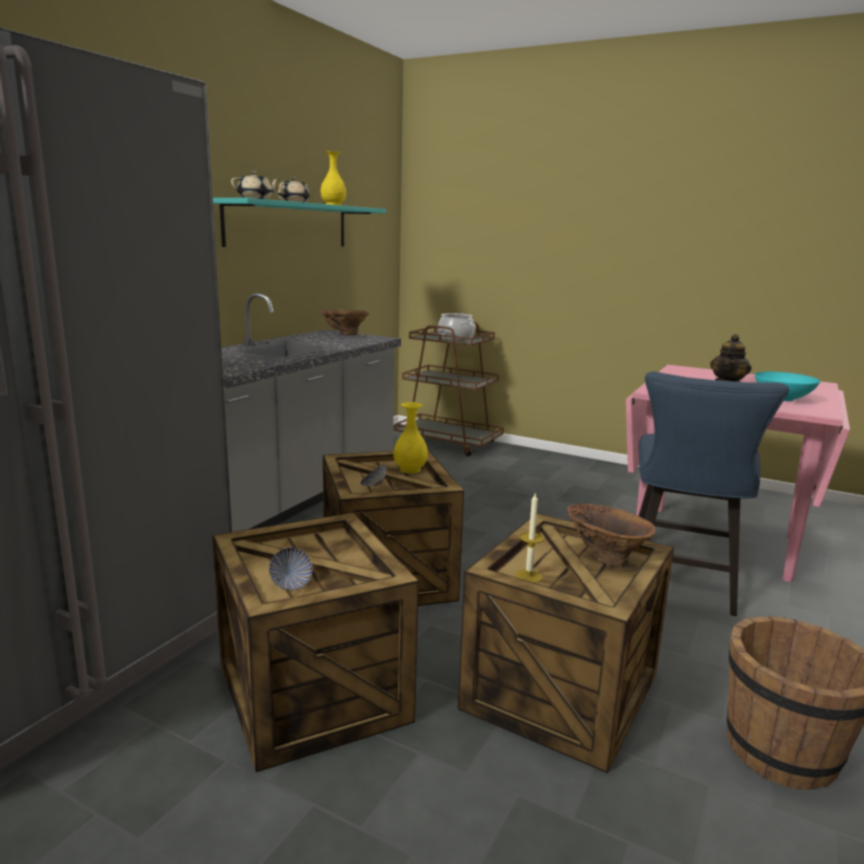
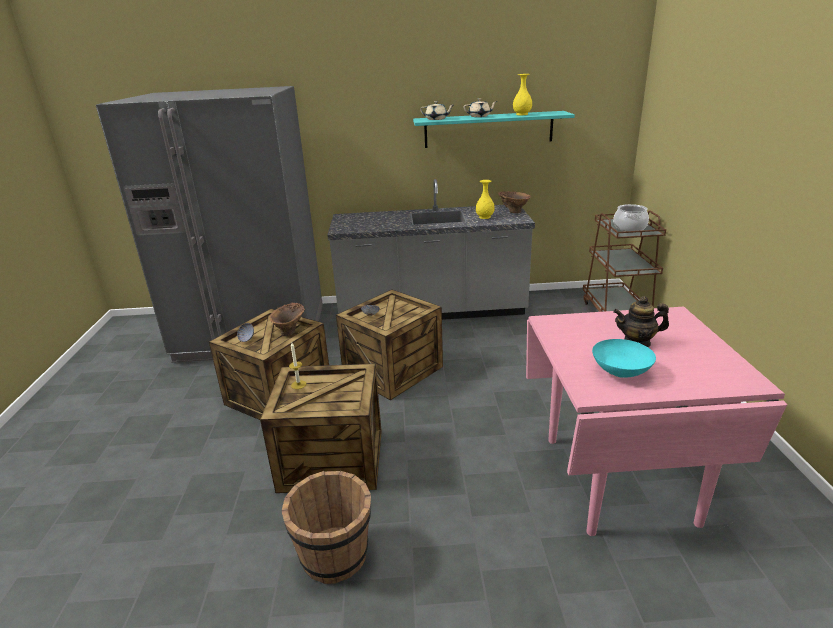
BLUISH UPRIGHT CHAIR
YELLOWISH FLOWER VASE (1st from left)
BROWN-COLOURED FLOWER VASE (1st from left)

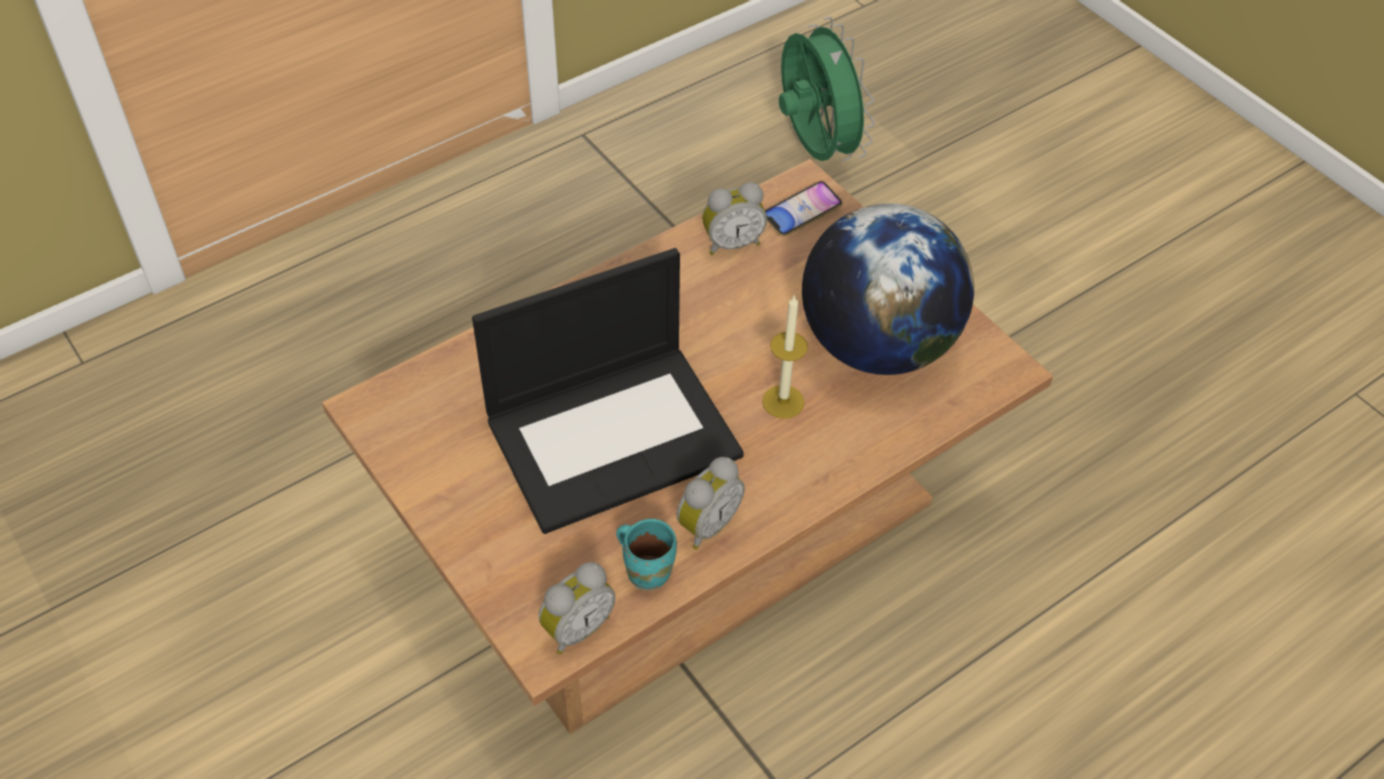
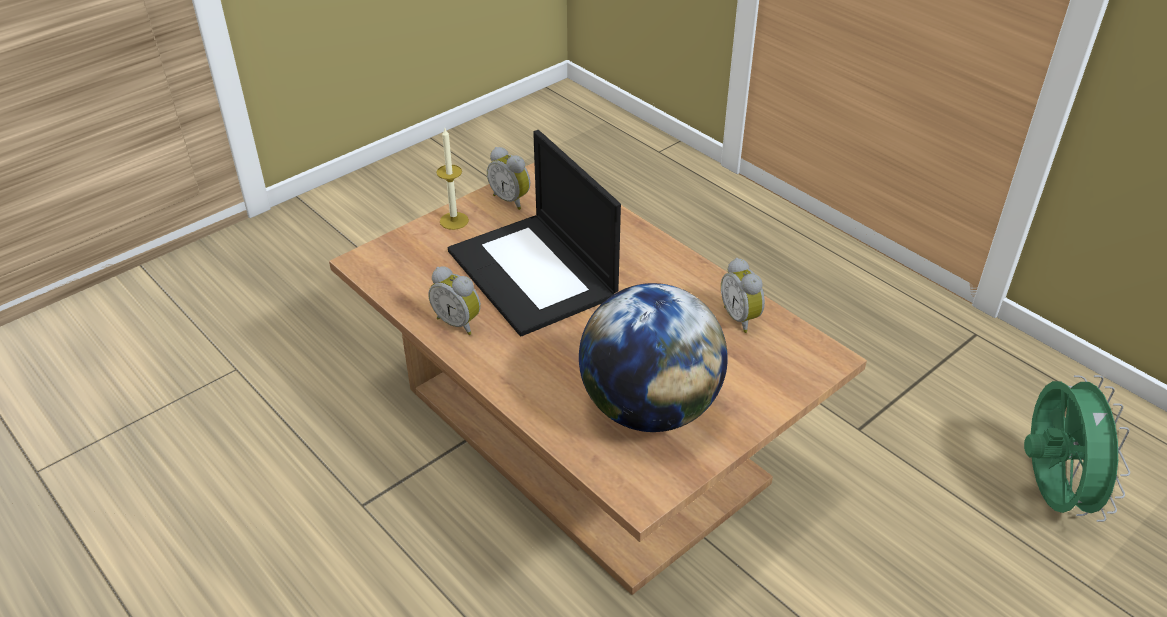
TURQUOISE-COLOURED MUG
TELEPHONE
BEDSIDE CLOCK (2nd from left)
WAX CANDLE
GREEN-COLOURED COOLING FAN

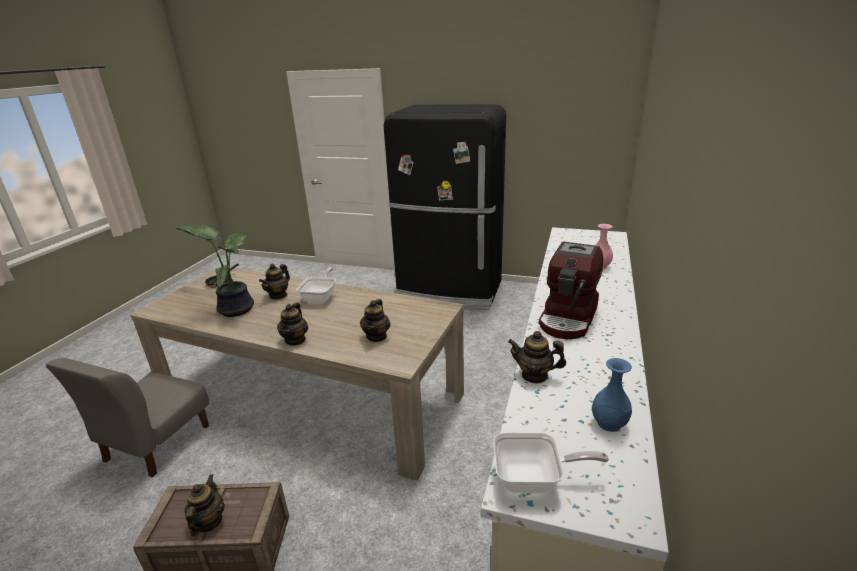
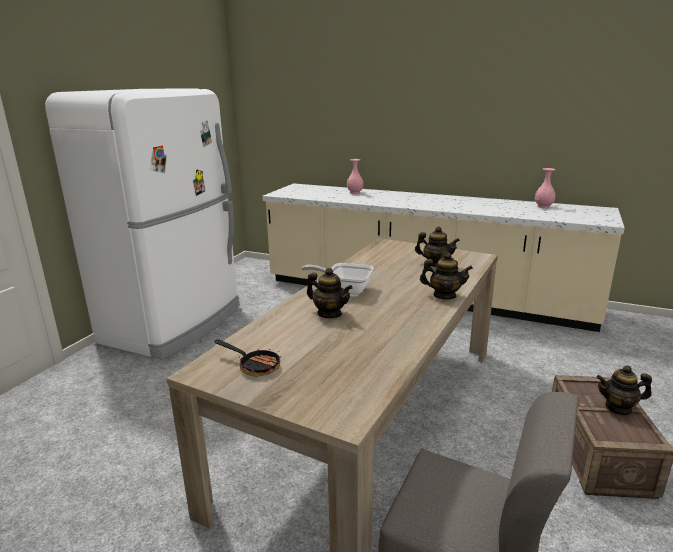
HOUSEPLANT
SKILLET (3rd from left in the first image)
TEAPOT (5th from left in the first image)
COFFEE MAKER
WHITE-COLOURED KITCHEN FRIDGE
PINKISH FLOWER VASE (2nd from left)

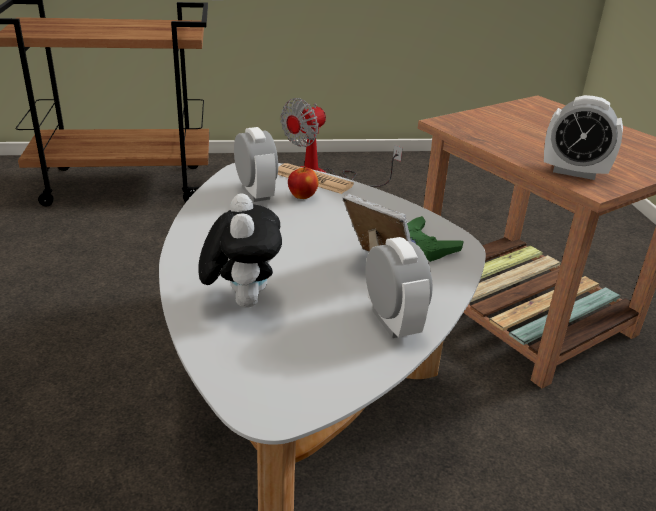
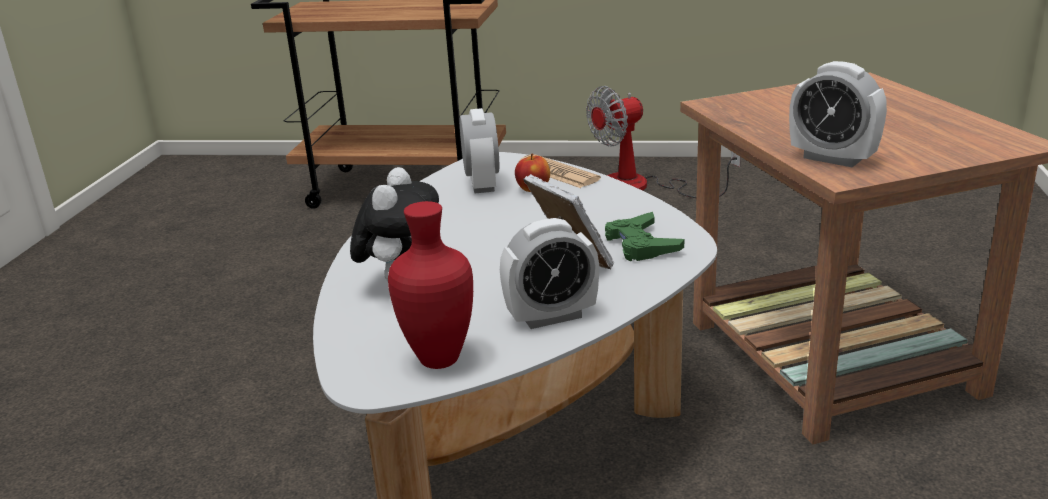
REDDISH FLOWER VASE
BEDSIDE CLOCK (2nd from left)

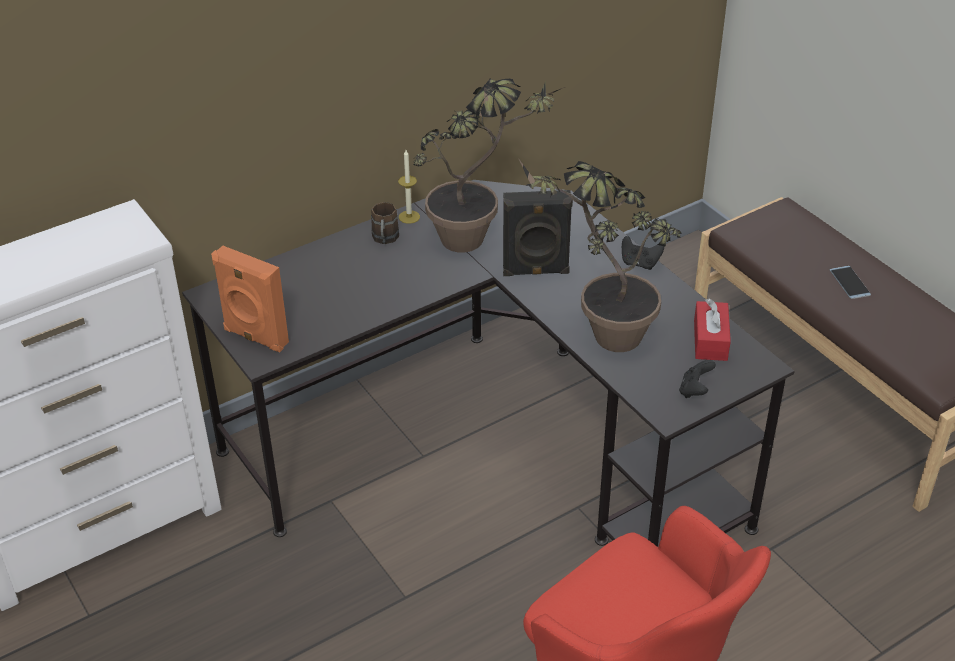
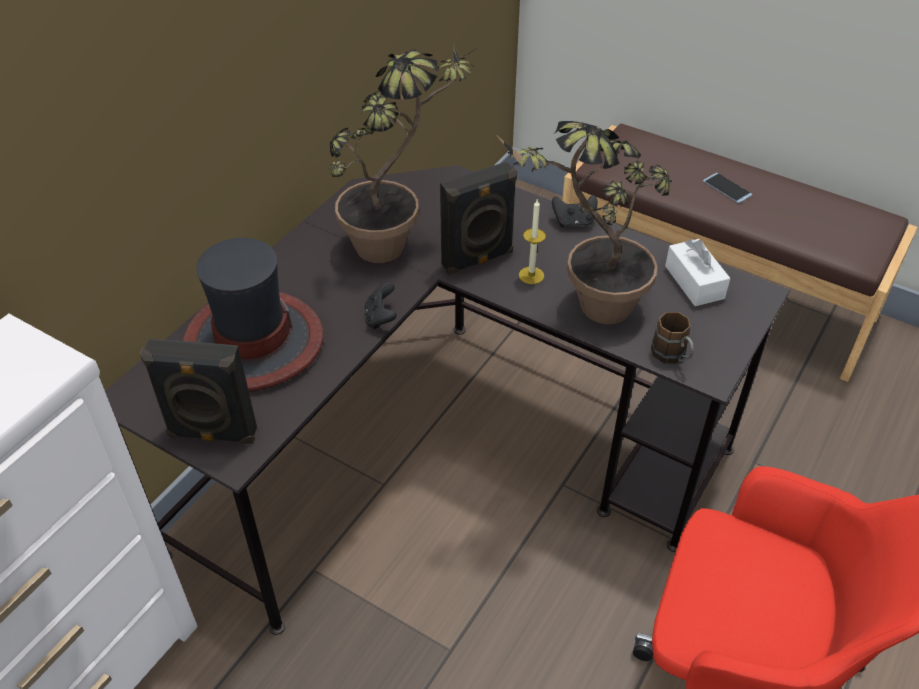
HAT
BROWN-COLOURED MUG
WAX CANDLE
BLACK JOYPAD (1st from left)
BLACK SPEAKER (1st from left)
WHITE-COLOURED BOX OF TISSUES

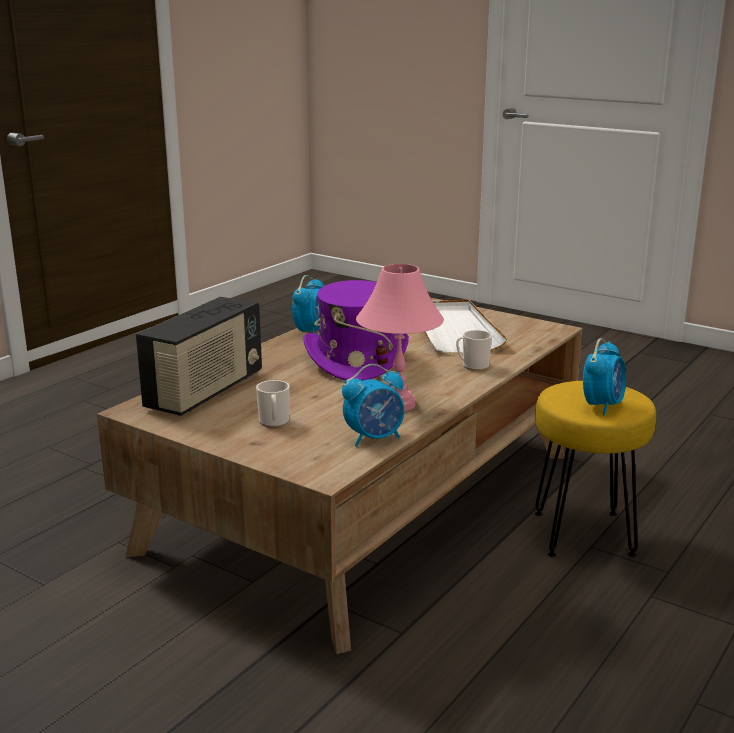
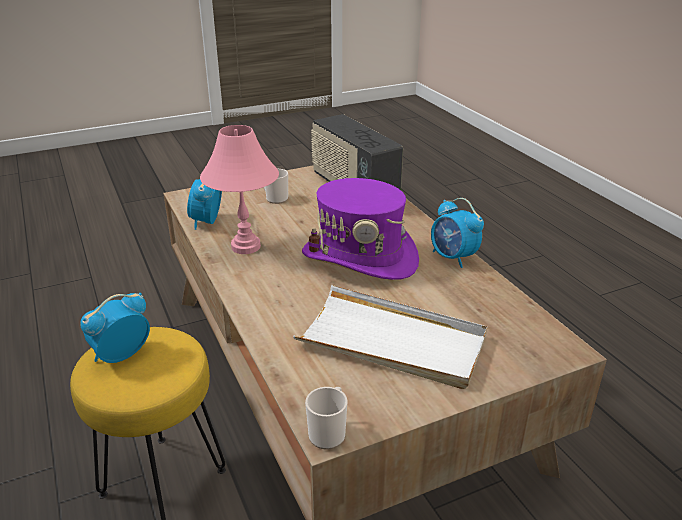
MUG (2nd from left)
BEDSIDE CLOCK (1st from left)

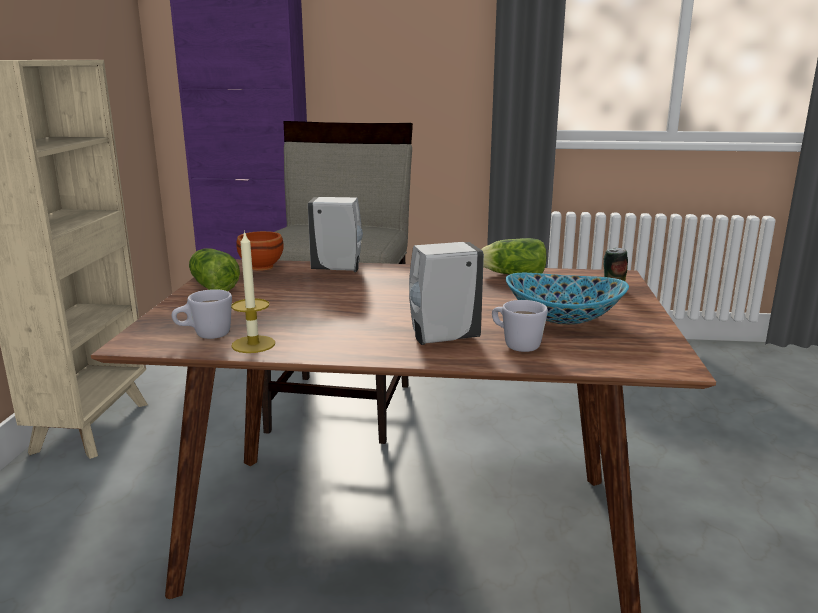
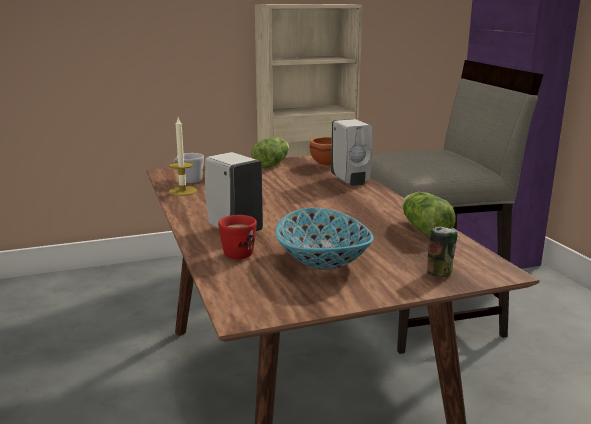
REDDISH MUG

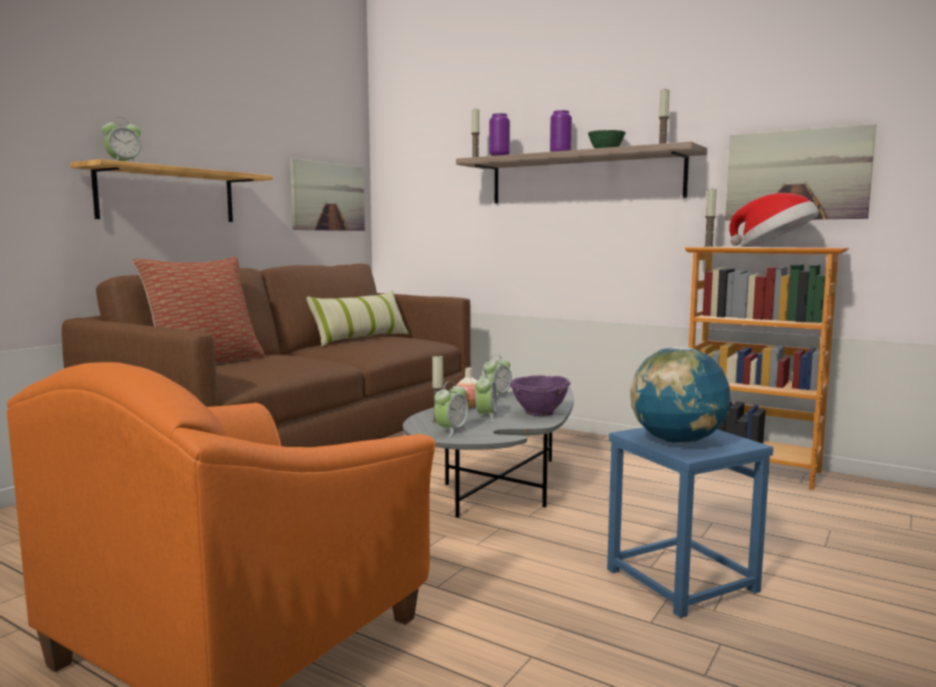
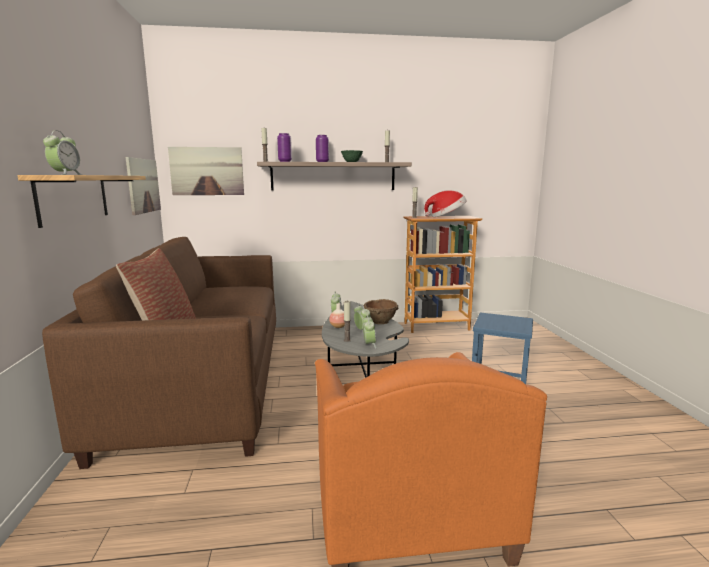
THROW PILLOW (2nd from left in the first image)
DESK GLOBE
WALL ART (2nd from left)
BROWN-COLOURED DEEP DISH

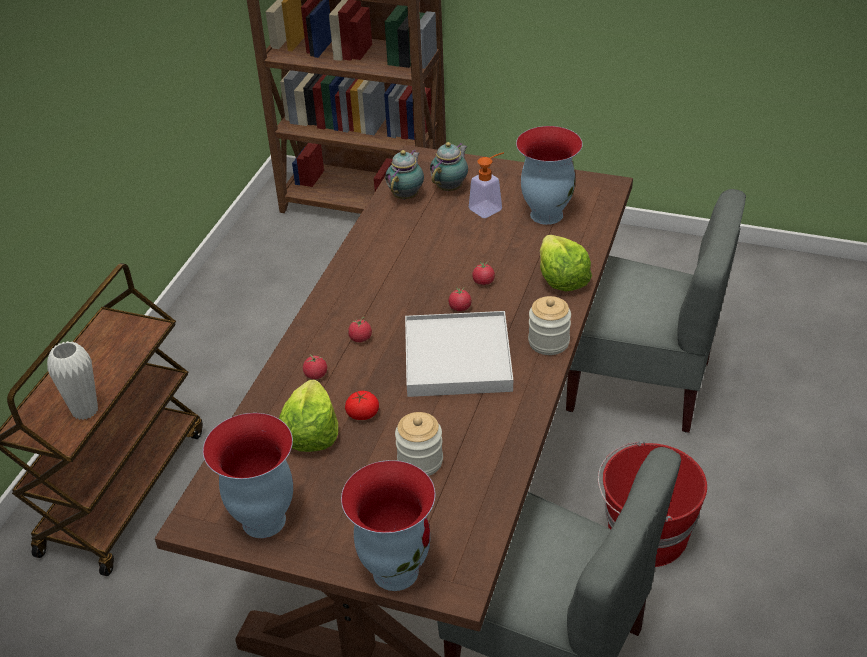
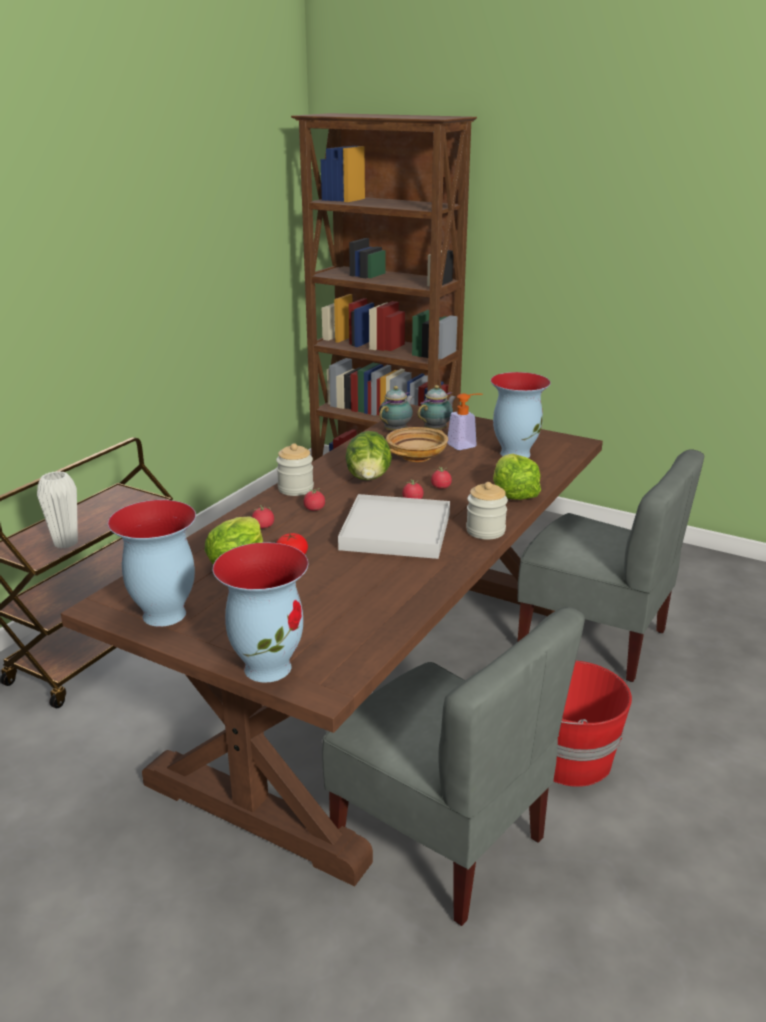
LETTUCE (2nd from left)
SAND-COLOURED DEEP DISH
STORAGE JAR (1st from left)

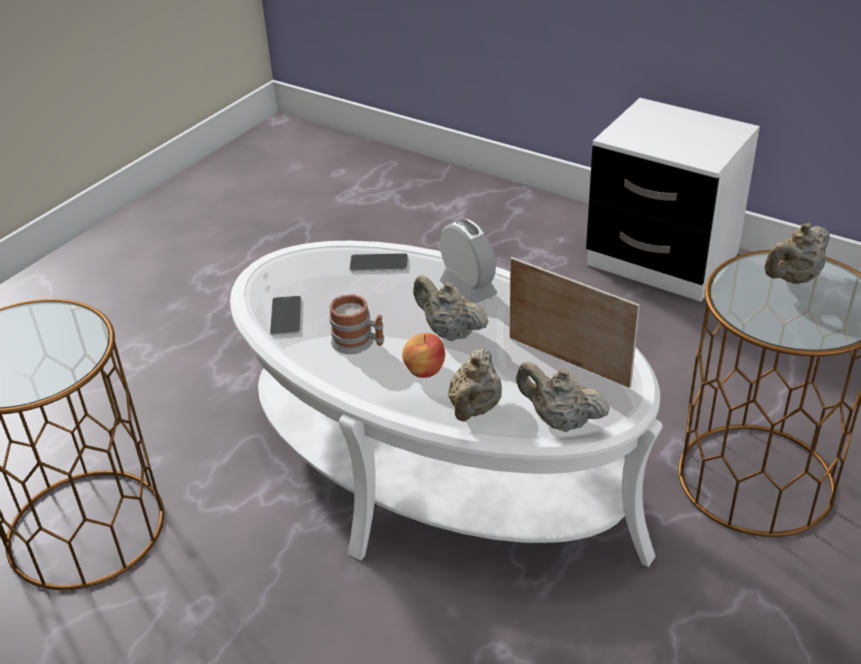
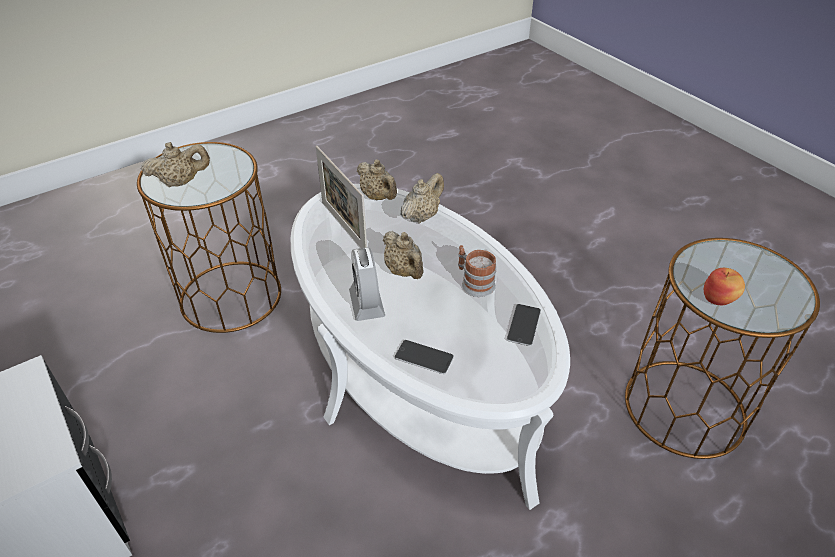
APPLE FRUIT

